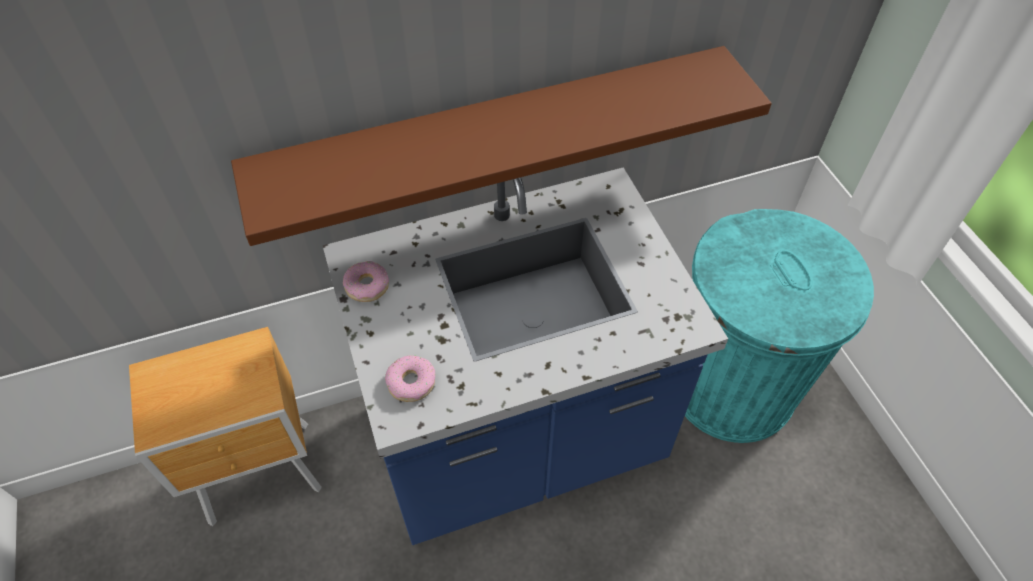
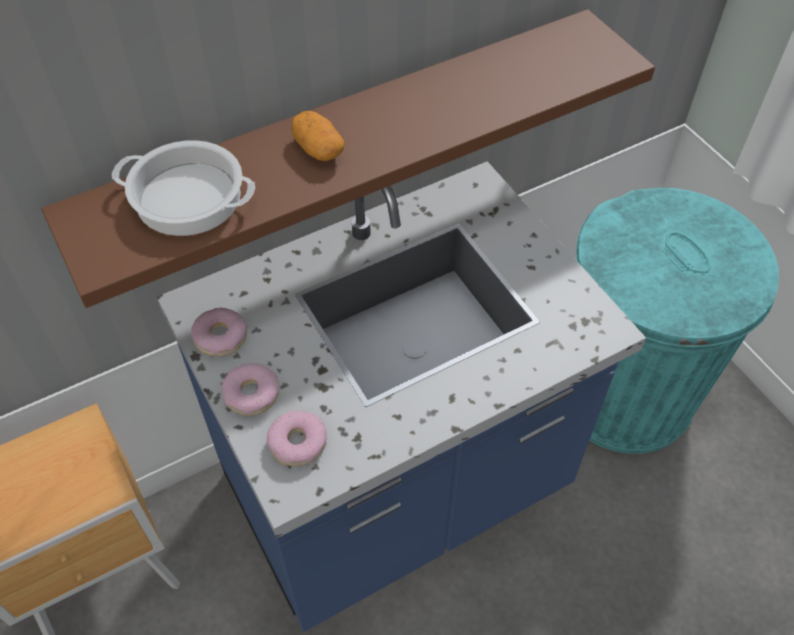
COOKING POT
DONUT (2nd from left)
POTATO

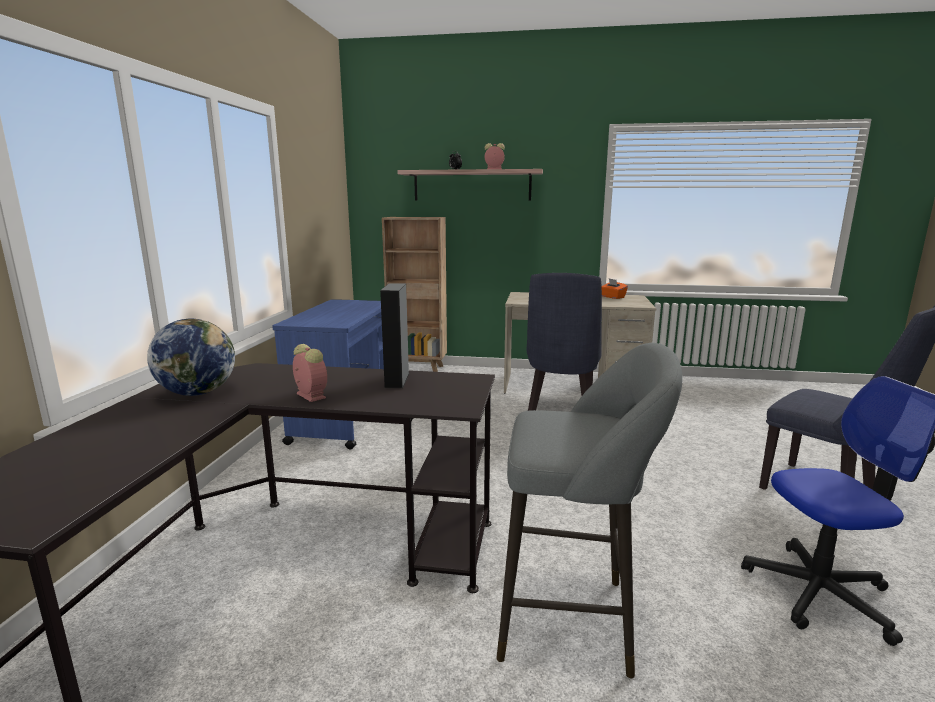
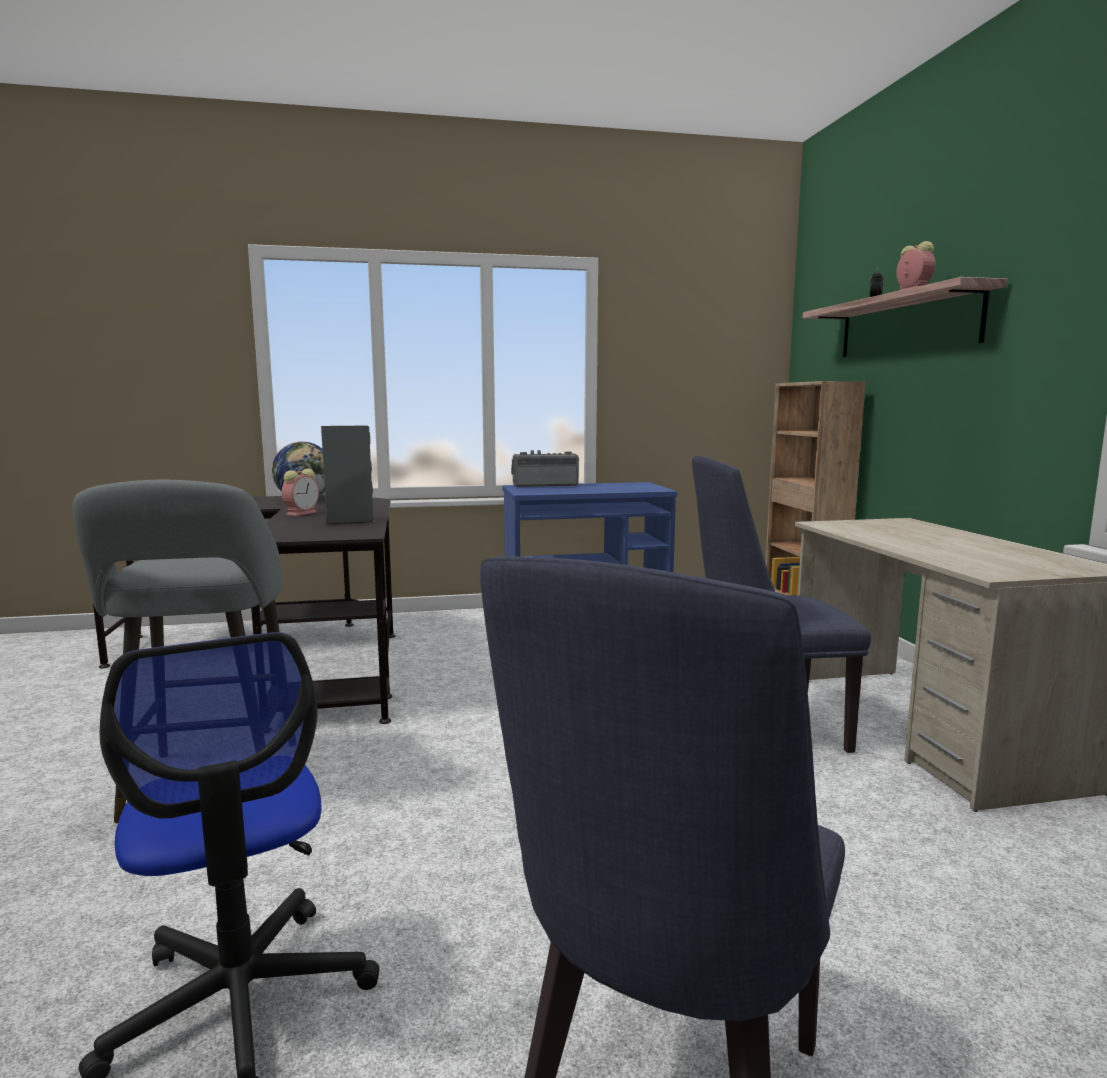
ORANGE BOX OF TISSUES
RADIO RECEIVER

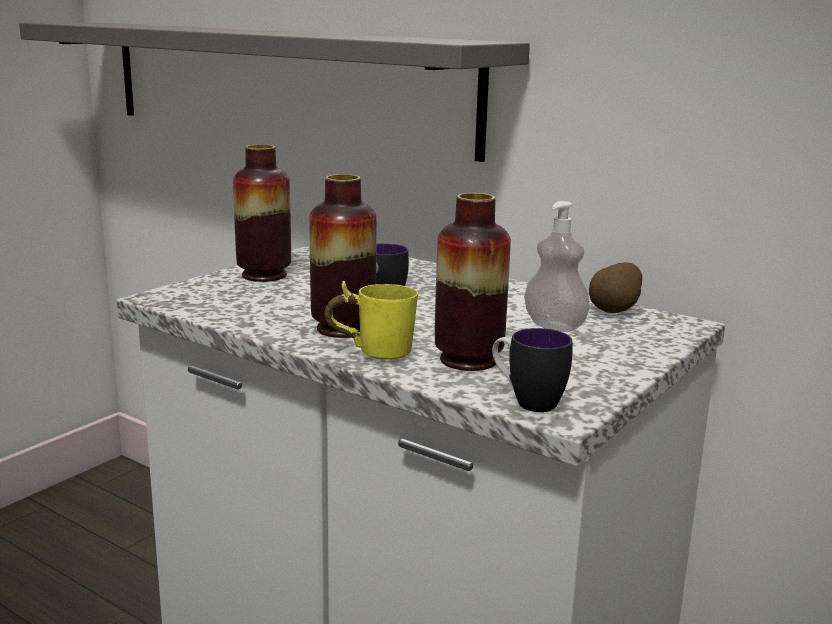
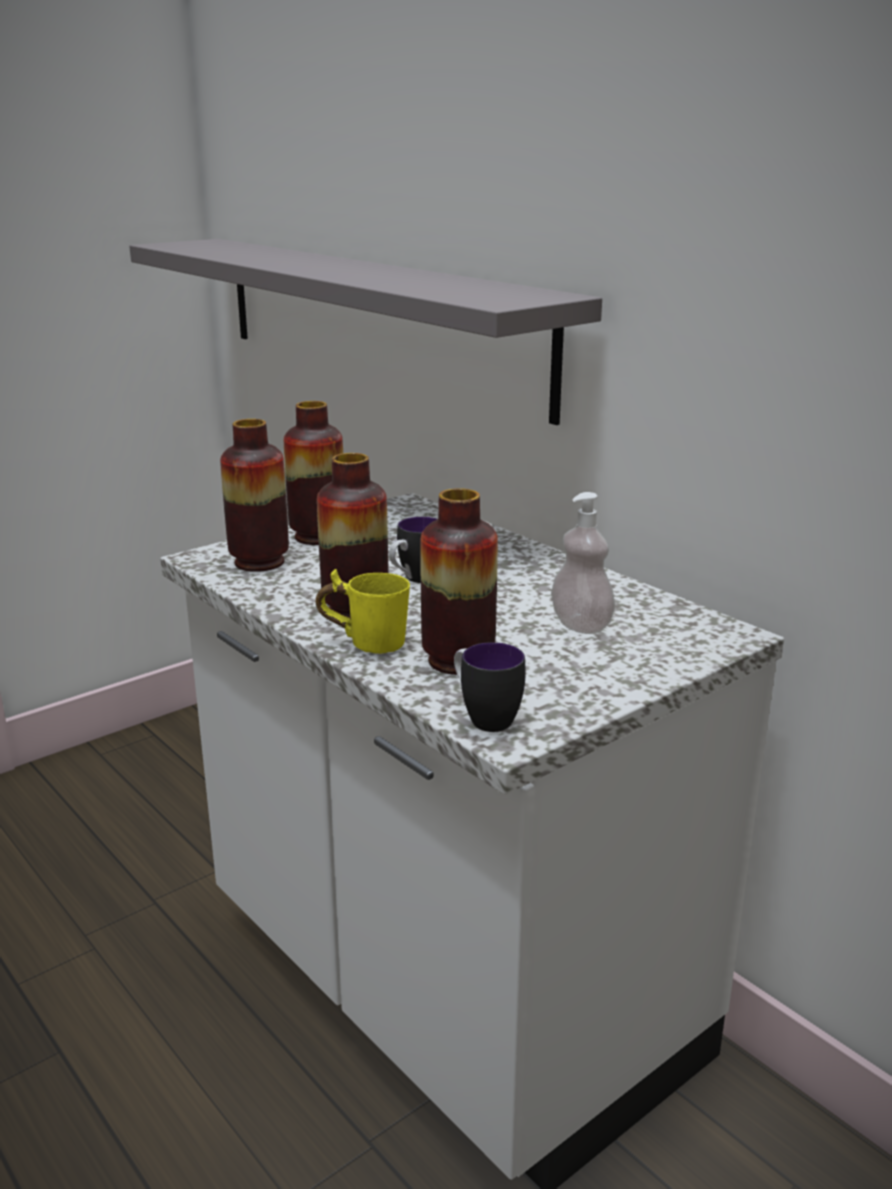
POTATO
FLOWER VASE (1st from left)

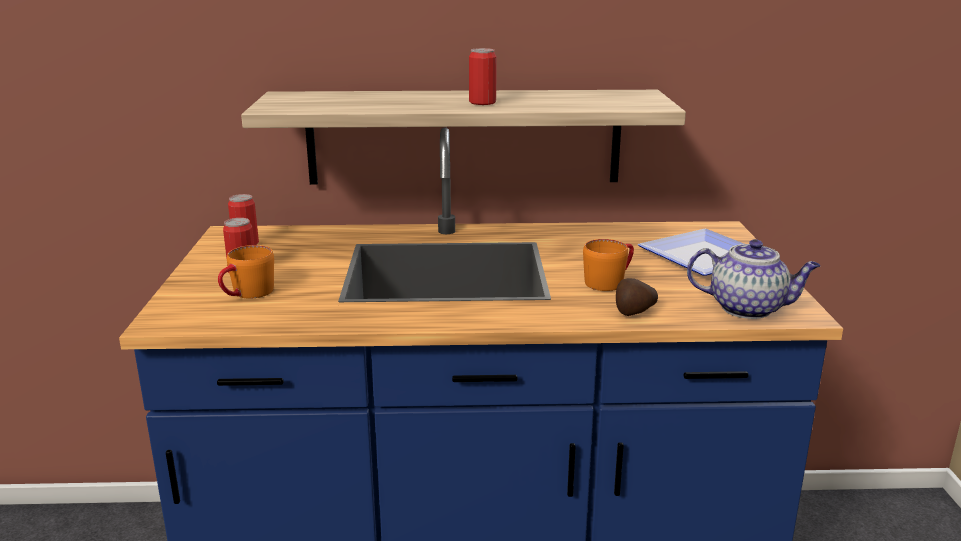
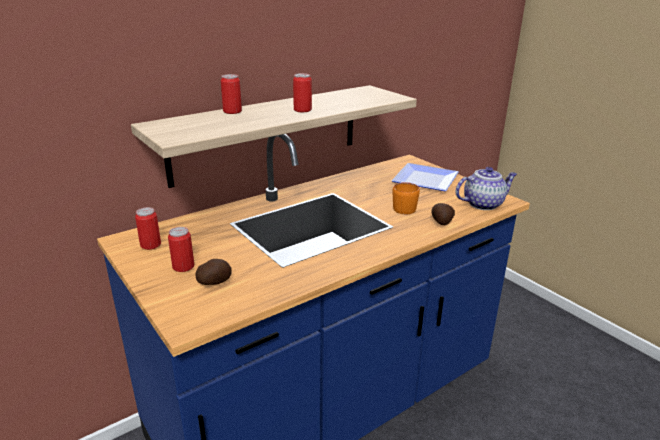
CAN (3rd from left)
POTATO (1st from left)

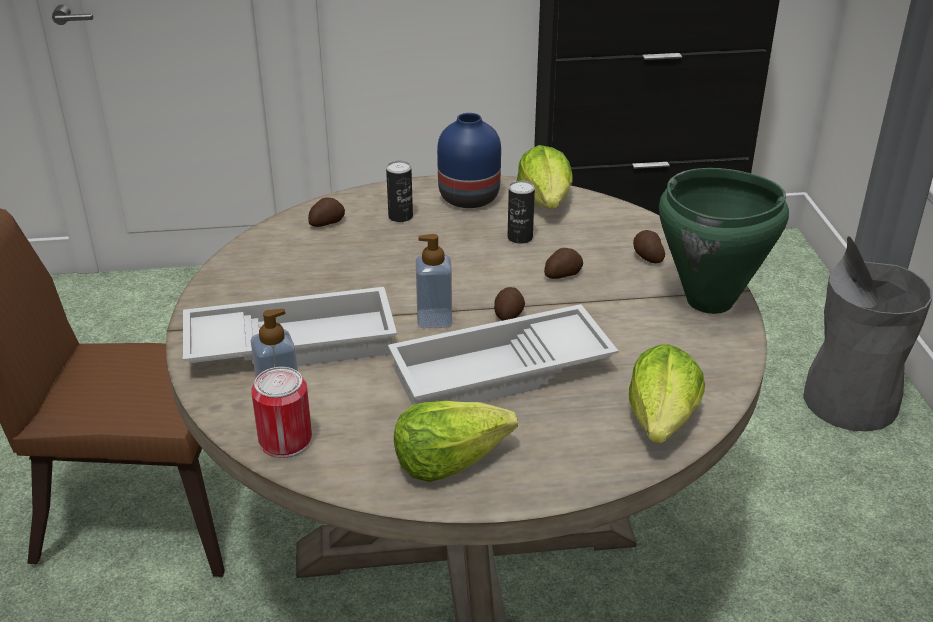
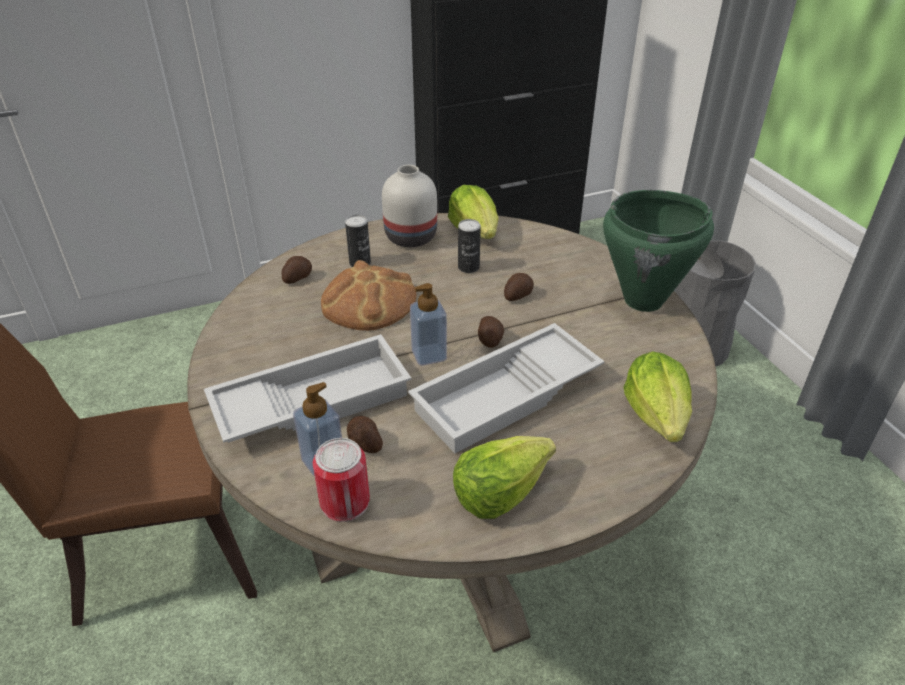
BAKERY BREAD
POTATO (2nd from left)
WHITE-COLOURED FLOWER VASE

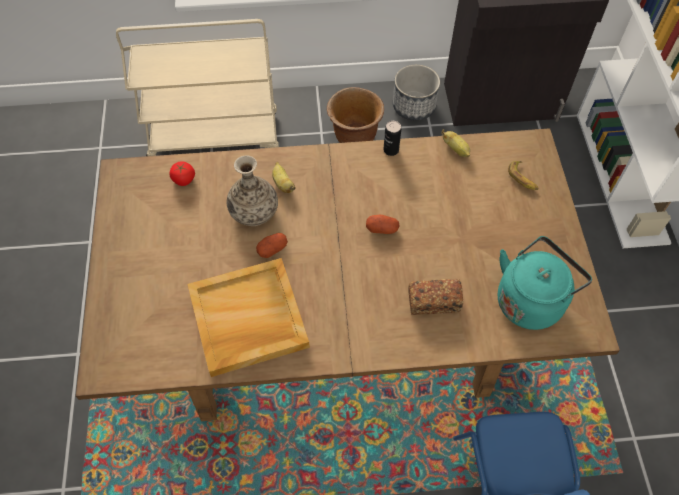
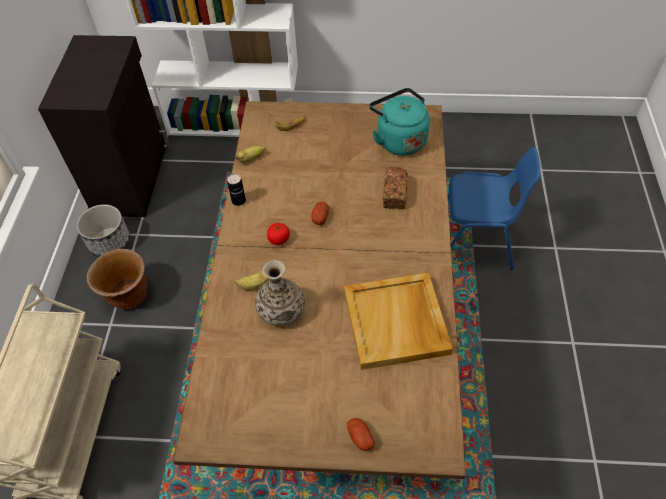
TOMATO
POTATO (2nd from left)

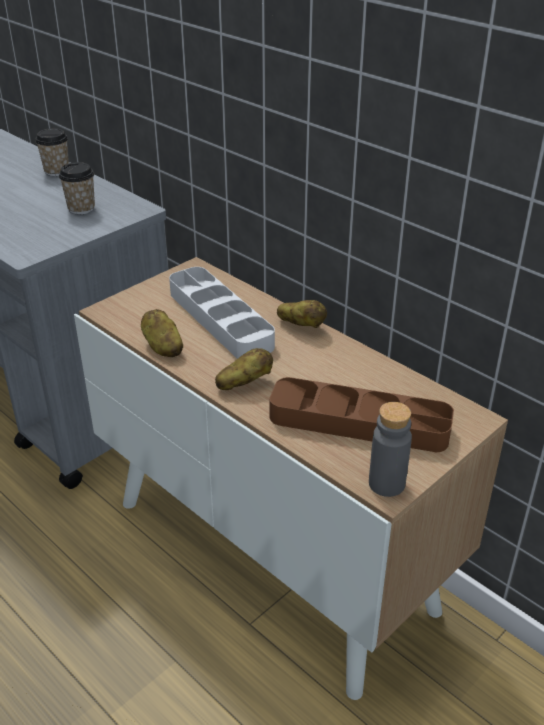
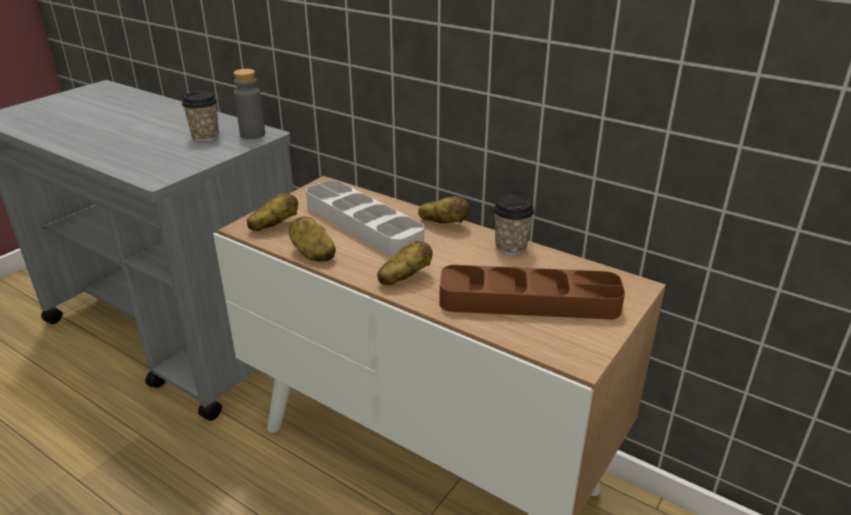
POTATO (1st from left)
CUP (2nd from left)
GREYISH BEVERAGE BOTTLE

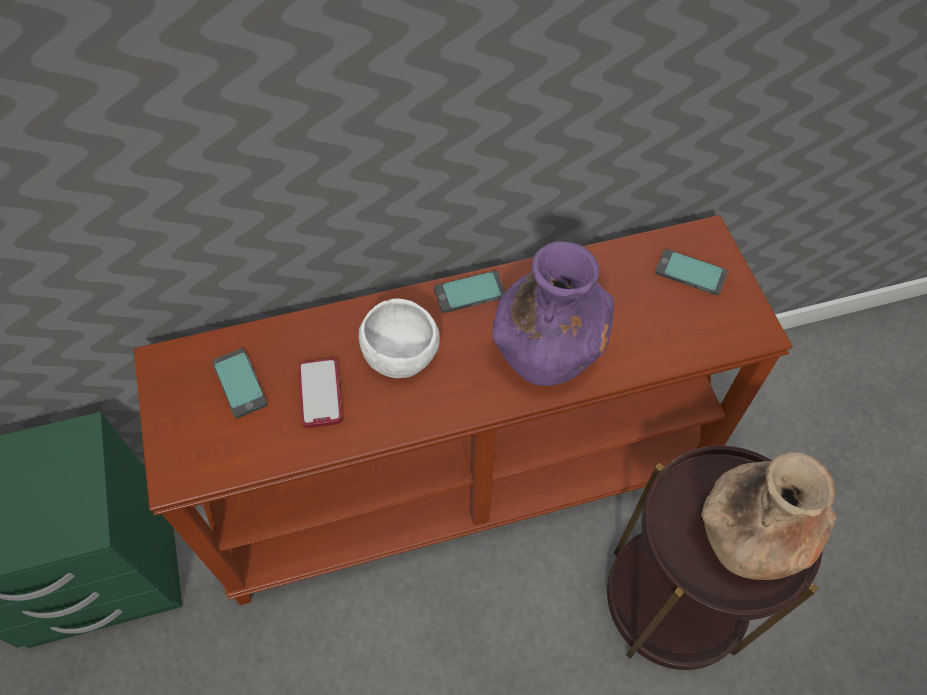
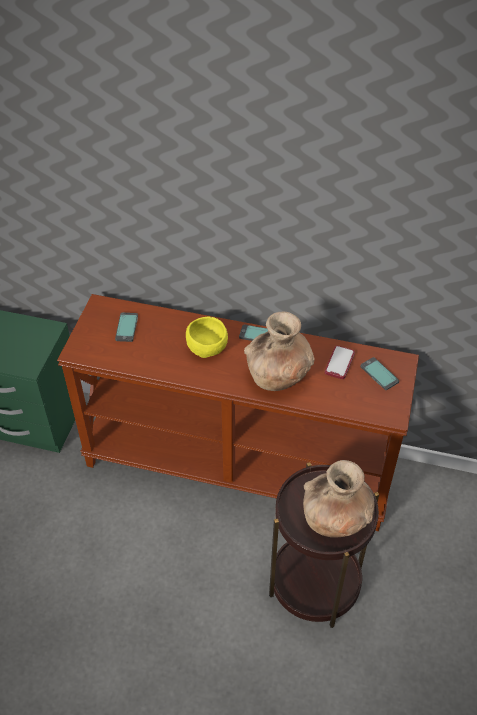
TELEPHONE (3rd from left)
YELLOWISH DEEP DISH
BROWN-COLOURED FLOWER VASE (1st from left)

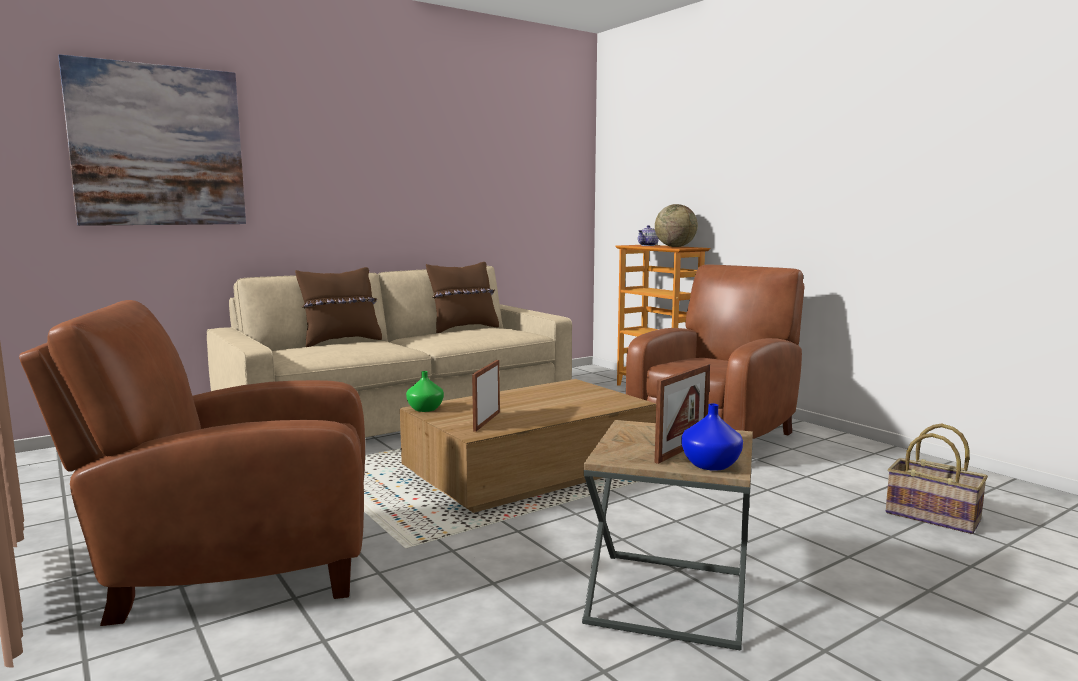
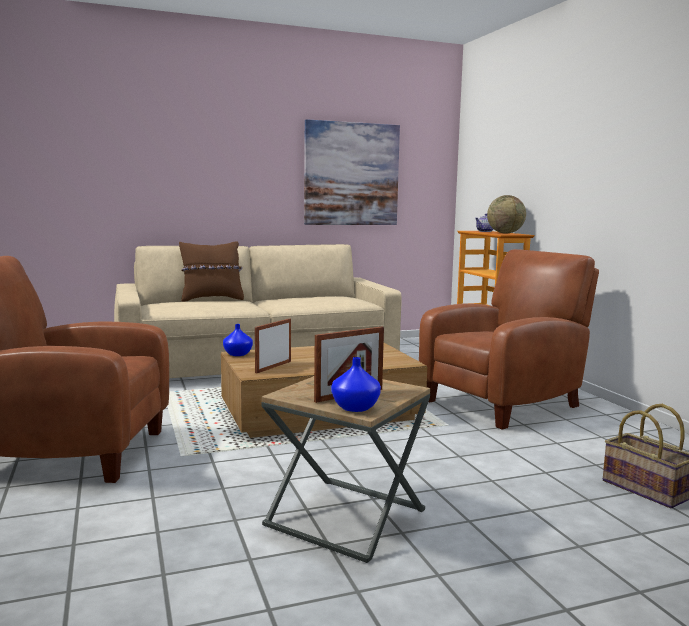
BROWN-COLOURED THROW PILLOW (2nd from left in the first image)
WALL ART
BLUISH FLOWER VASE (1st from left)

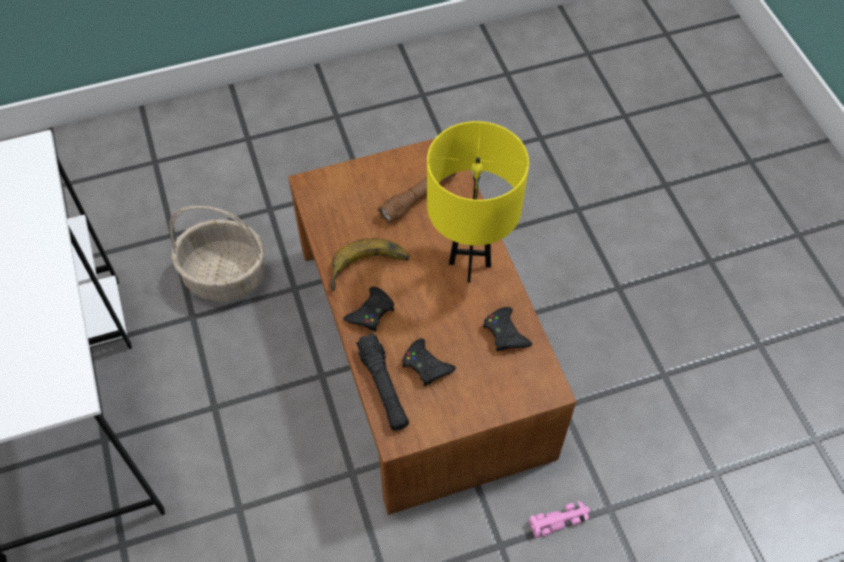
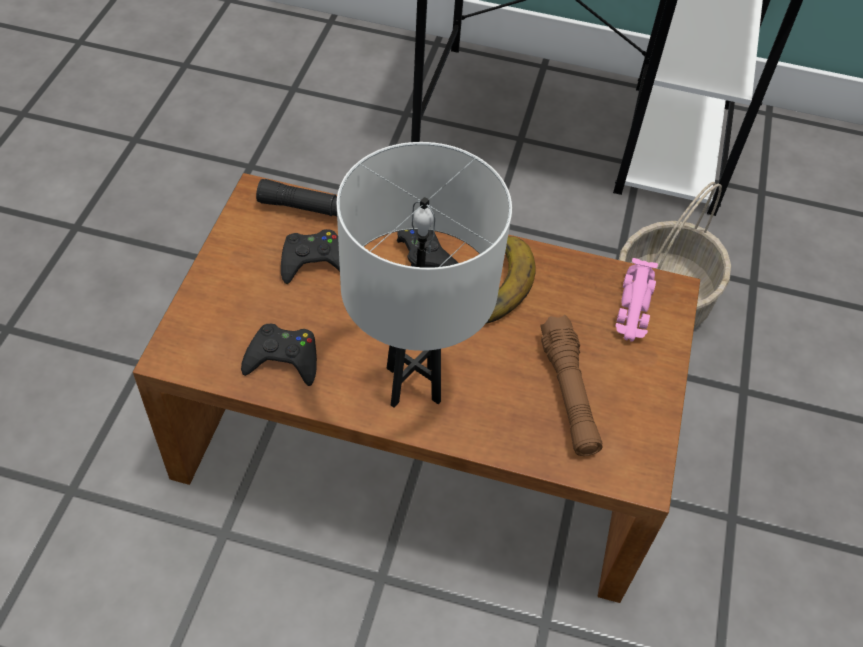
PINKISH MODEL CAR
WHITE-COLOURED TABLE LAMP

